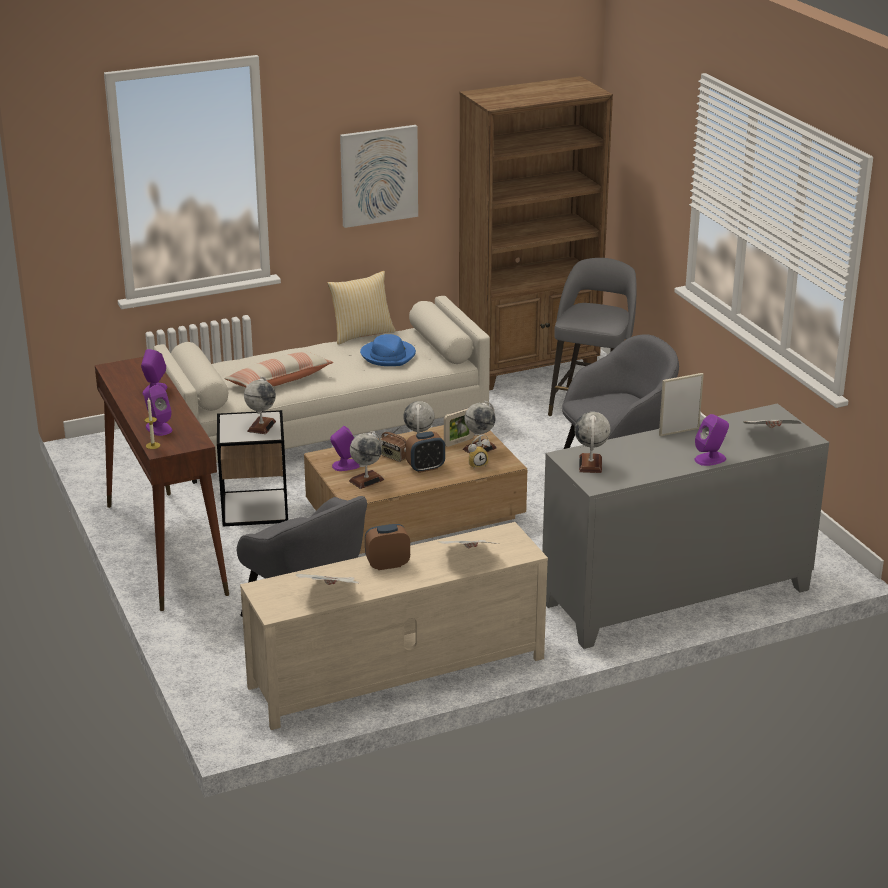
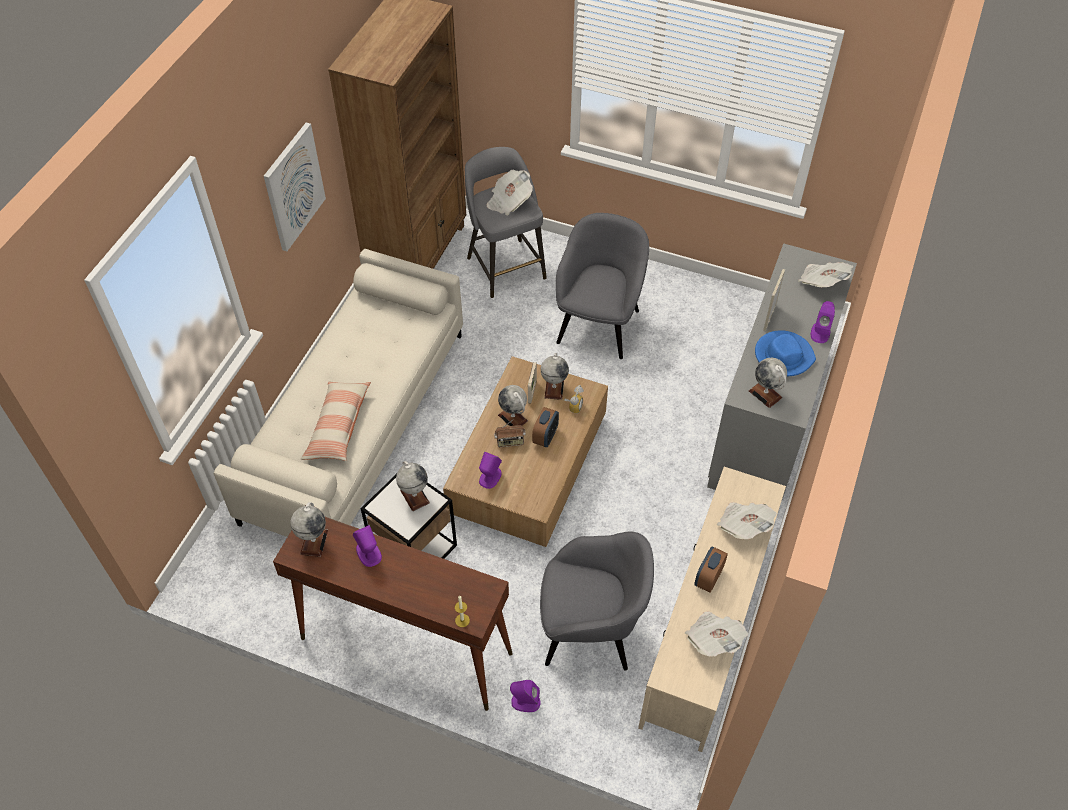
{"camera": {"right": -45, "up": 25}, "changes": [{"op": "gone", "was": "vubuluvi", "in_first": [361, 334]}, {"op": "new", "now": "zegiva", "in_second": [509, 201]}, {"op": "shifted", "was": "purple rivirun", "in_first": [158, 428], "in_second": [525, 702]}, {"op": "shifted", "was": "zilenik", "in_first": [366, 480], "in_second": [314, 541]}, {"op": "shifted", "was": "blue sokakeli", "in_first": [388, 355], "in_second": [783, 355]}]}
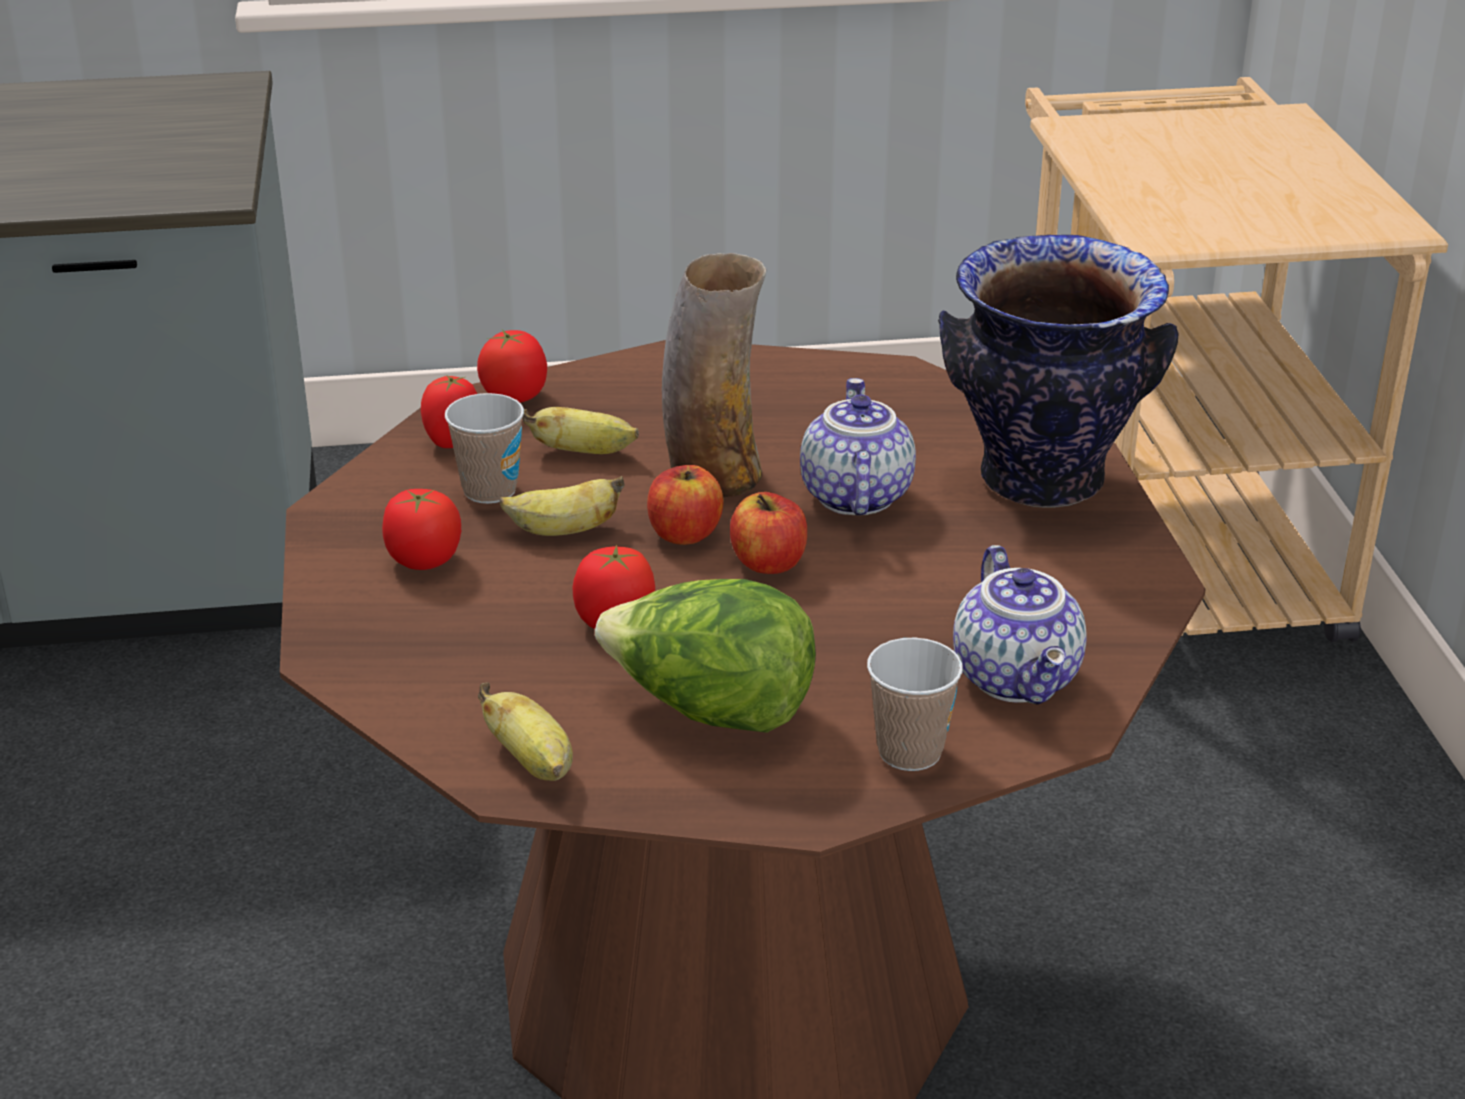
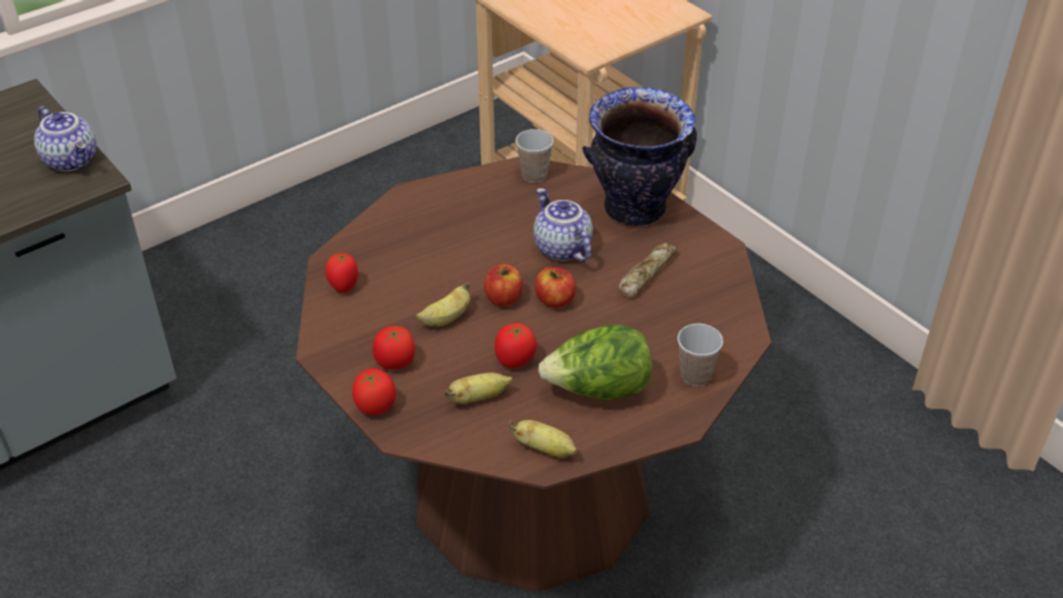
{"camera": {"right": -30, "up": 10}, "changes": [{"op": "gone", "was": "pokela", "in_first": [714, 475]}, {"op": "new", "now": "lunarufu", "in_second": [646, 274]}, {"op": "shifted", "was": "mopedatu", "in_first": [490, 490], "in_second": [534, 175]}, {"op": "shifted", "was": "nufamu", "in_first": [514, 396], "in_second": [375, 406]}, {"op": "shifted", "was": "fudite", "in_first": [584, 452], "in_second": [478, 398]}, {"op": "shifted", "was": "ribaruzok", "in_first": [1019, 678], "in_second": [72, 160]}]}
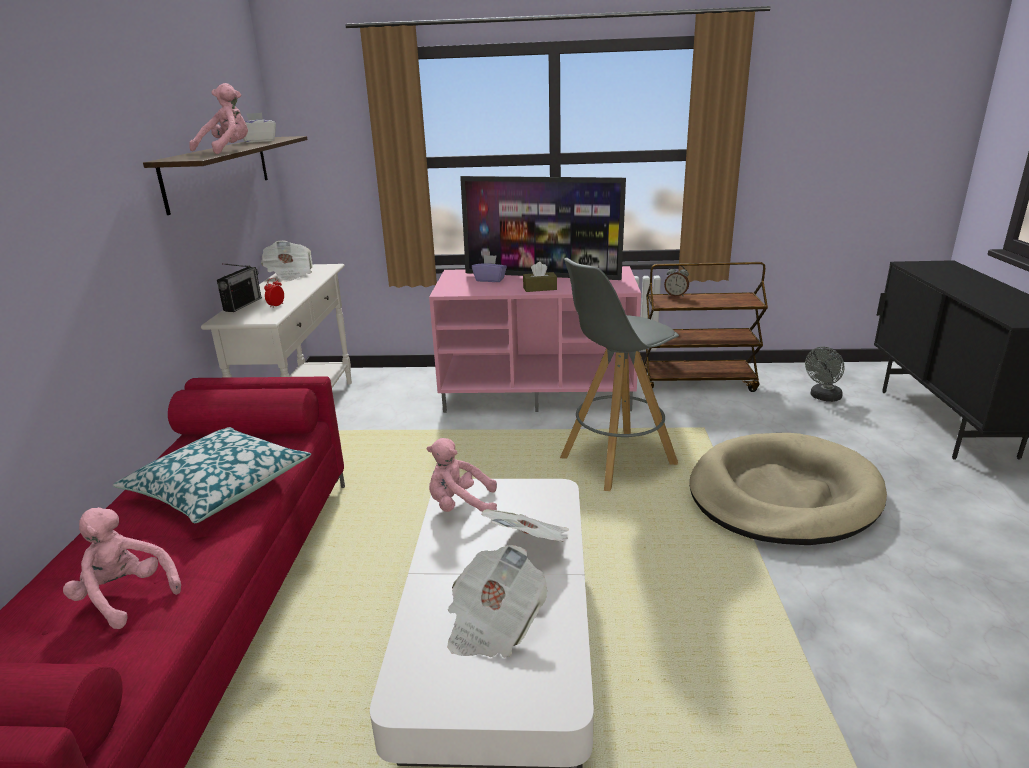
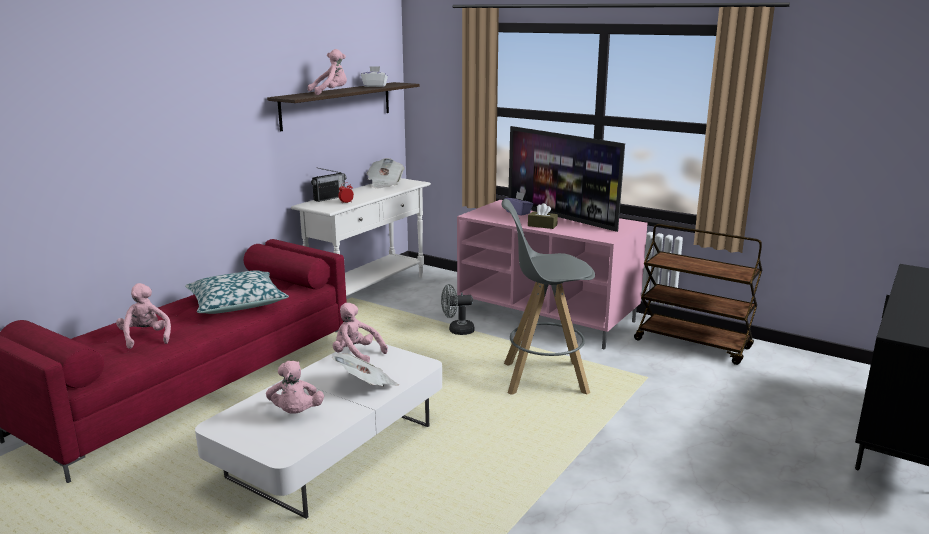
{"camera": {"right": 30, "up": -5}, "changes": [{"op": "gone", "was": "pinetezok", "in_first": [676, 295]}, {"op": "gone", "was": "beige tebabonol", "in_first": [782, 495]}, {"op": "shifted", "was": "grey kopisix", "in_first": [823, 397], "in_second": [457, 331]}, {"op": "swapped", "was": "zegiva", "now": "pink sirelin", "in_first": [493, 624], "in_second": [296, 413]}]}
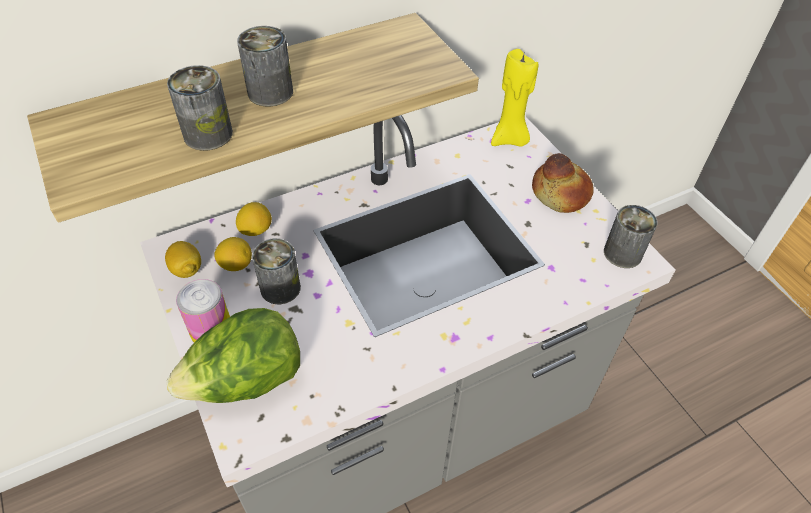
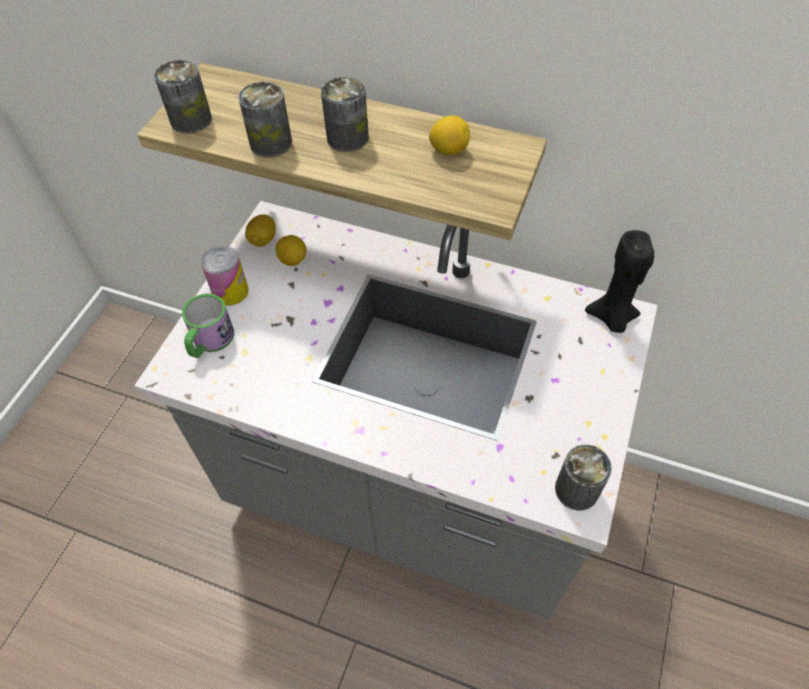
{"camera": {"right": 50, "up": 5}, "changes": [{"op": "gone", "was": "lunarufu", "in_first": [561, 193]}, {"op": "shifted", "was": "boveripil", "in_first": [256, 230], "in_second": [449, 150]}, {"op": "shifted", "was": "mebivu", "in_first": [280, 288], "in_second": [191, 120]}, {"op": "swapped", "was": "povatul", "now": "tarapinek", "in_first": [246, 381], "in_second": [209, 341]}, {"op": "repainted", "was": "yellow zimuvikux", "now": "black zimuvikux", "in_first": [509, 139], "in_second": [611, 318]}]}
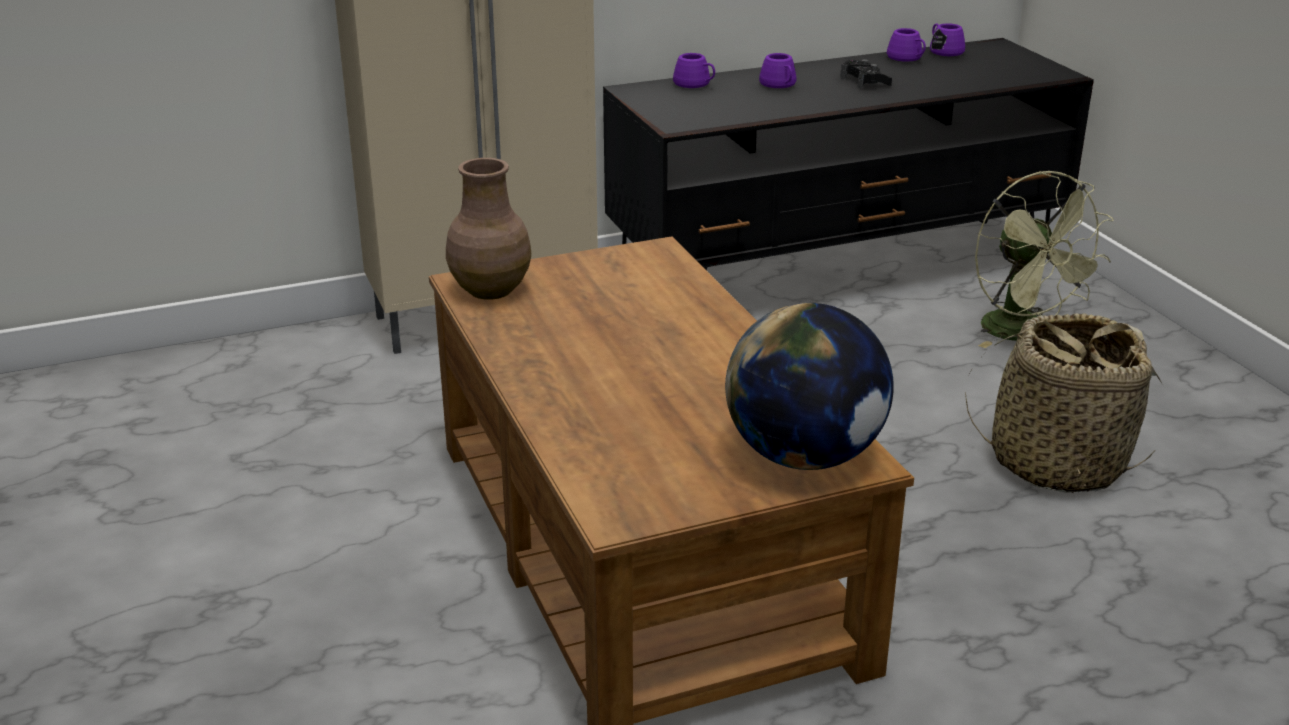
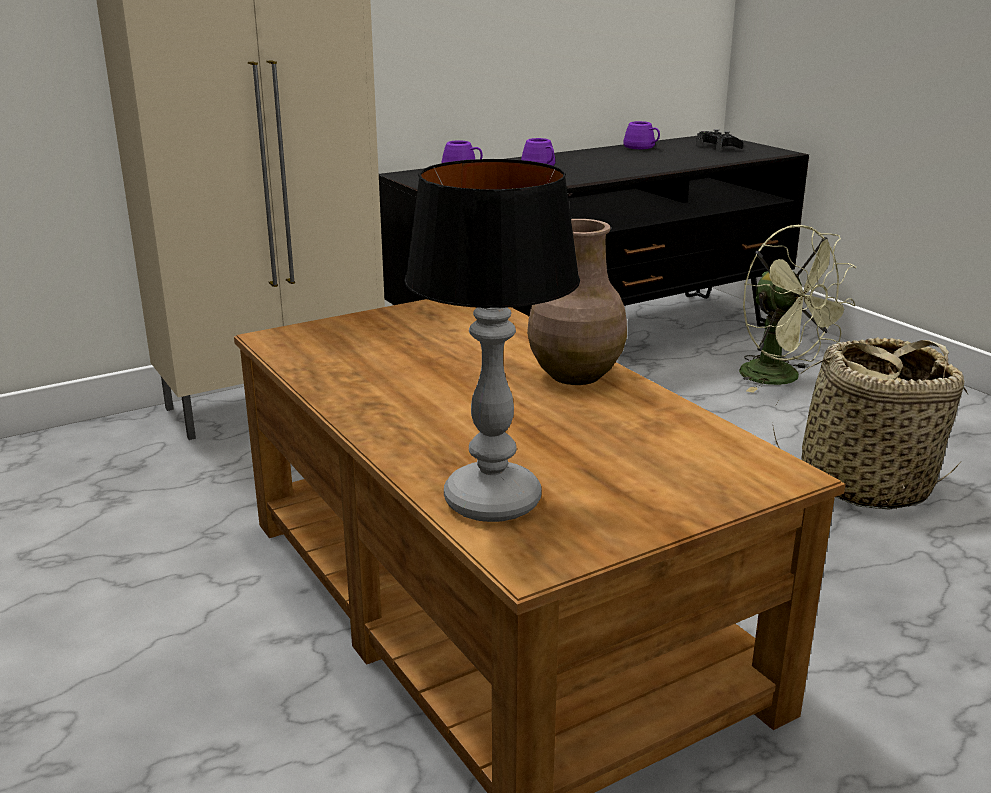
{"camera": {"right": -10, "up": -5}, "changes": [{"op": "gone", "was": "zilenik", "in_first": [804, 456]}, {"op": "gone", "was": "purple tarapinek", "in_first": [944, 51]}, {"op": "new", "now": "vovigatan", "in_second": [494, 502]}, {"op": "shifted", "was": "brown pokela", "in_first": [489, 290], "in_second": [574, 375]}, {"op": "shifted", "was": "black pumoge", "in_first": [865, 81], "in_second": [718, 147]}]}
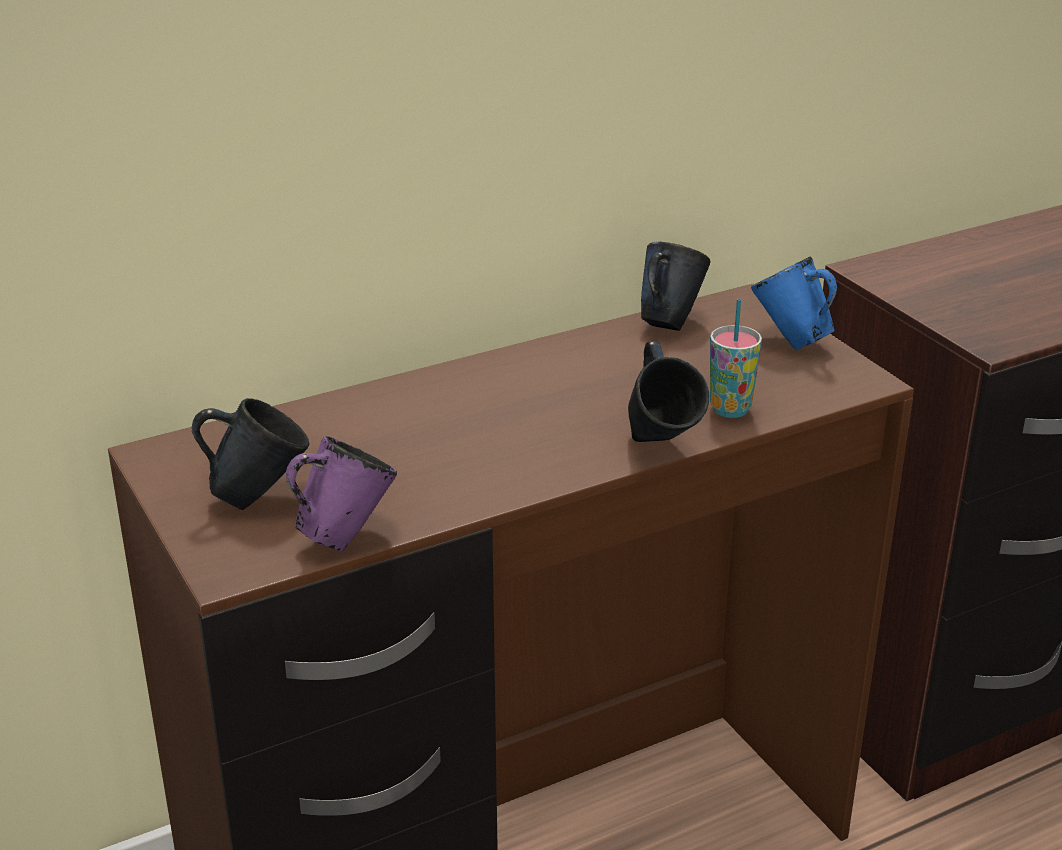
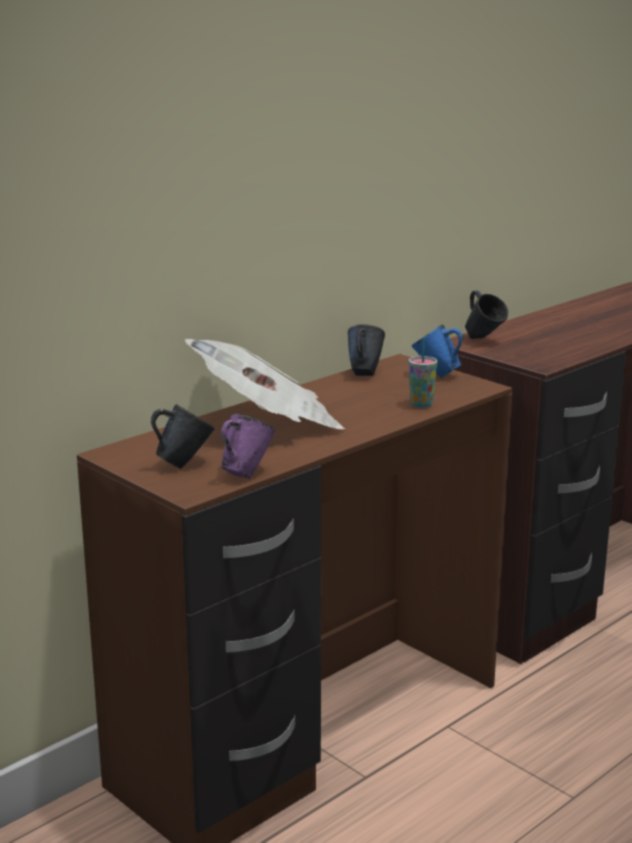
{"camera": {"right": -15, "up": -10}, "changes": [{"op": "new", "now": "zegiva", "in_second": [268, 423]}, {"op": "shifted", "was": "blue tarapinek", "in_first": [660, 448], "in_second": [483, 340]}]}
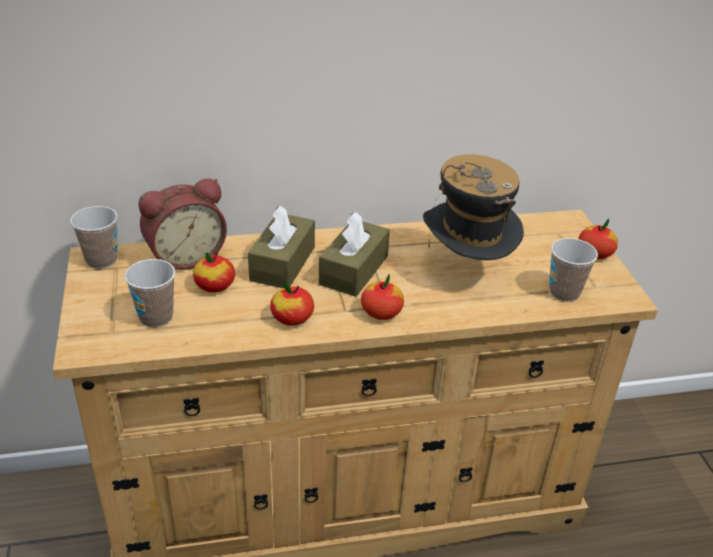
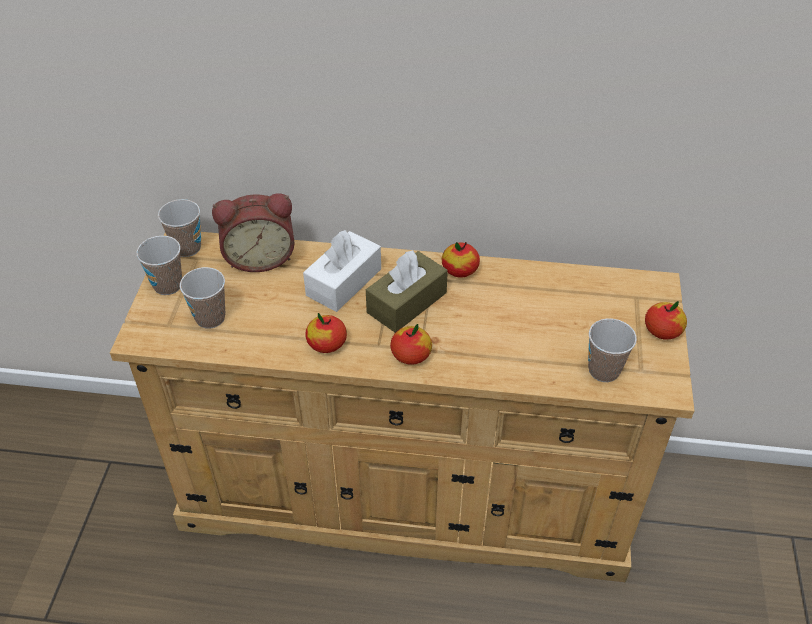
{"camera": {"right": 20, "up": 10}, "changes": [{"op": "gone", "was": "sokakeli", "in_first": [465, 271]}, {"op": "new", "now": "mopedatu", "in_second": [168, 285]}, {"op": "shifted", "was": "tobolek", "in_first": [214, 286], "in_second": [460, 270]}, {"op": "repainted", "was": "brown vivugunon", "now": "white vivugunon", "in_first": [282, 263], "in_second": [344, 282]}]}
